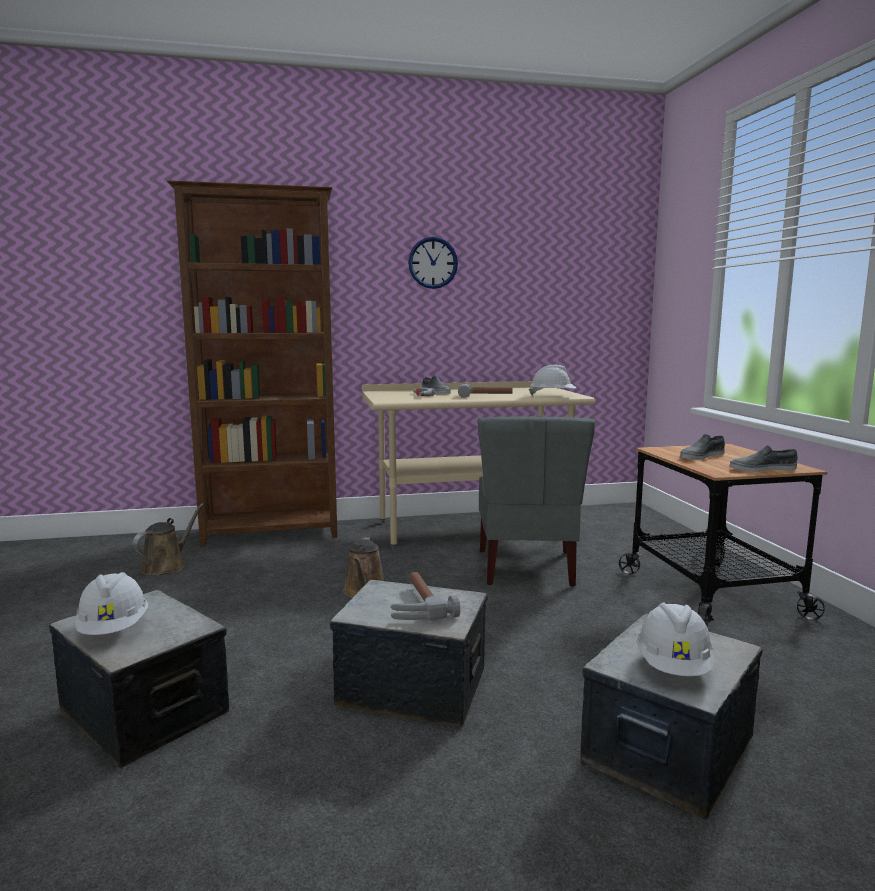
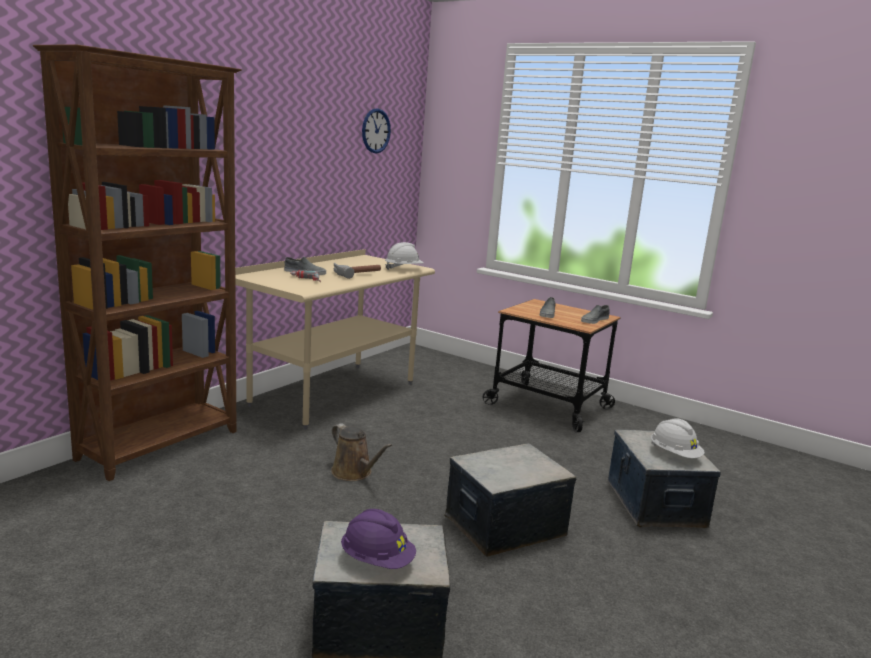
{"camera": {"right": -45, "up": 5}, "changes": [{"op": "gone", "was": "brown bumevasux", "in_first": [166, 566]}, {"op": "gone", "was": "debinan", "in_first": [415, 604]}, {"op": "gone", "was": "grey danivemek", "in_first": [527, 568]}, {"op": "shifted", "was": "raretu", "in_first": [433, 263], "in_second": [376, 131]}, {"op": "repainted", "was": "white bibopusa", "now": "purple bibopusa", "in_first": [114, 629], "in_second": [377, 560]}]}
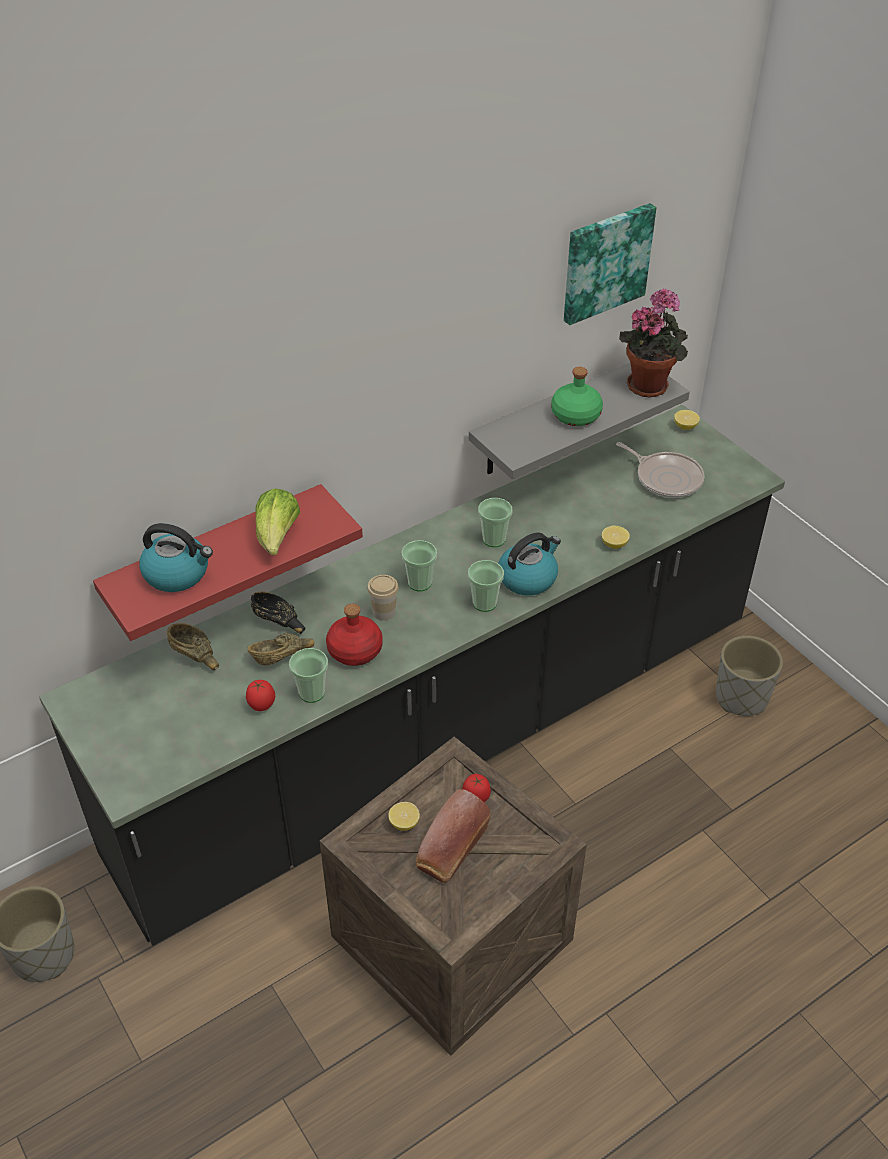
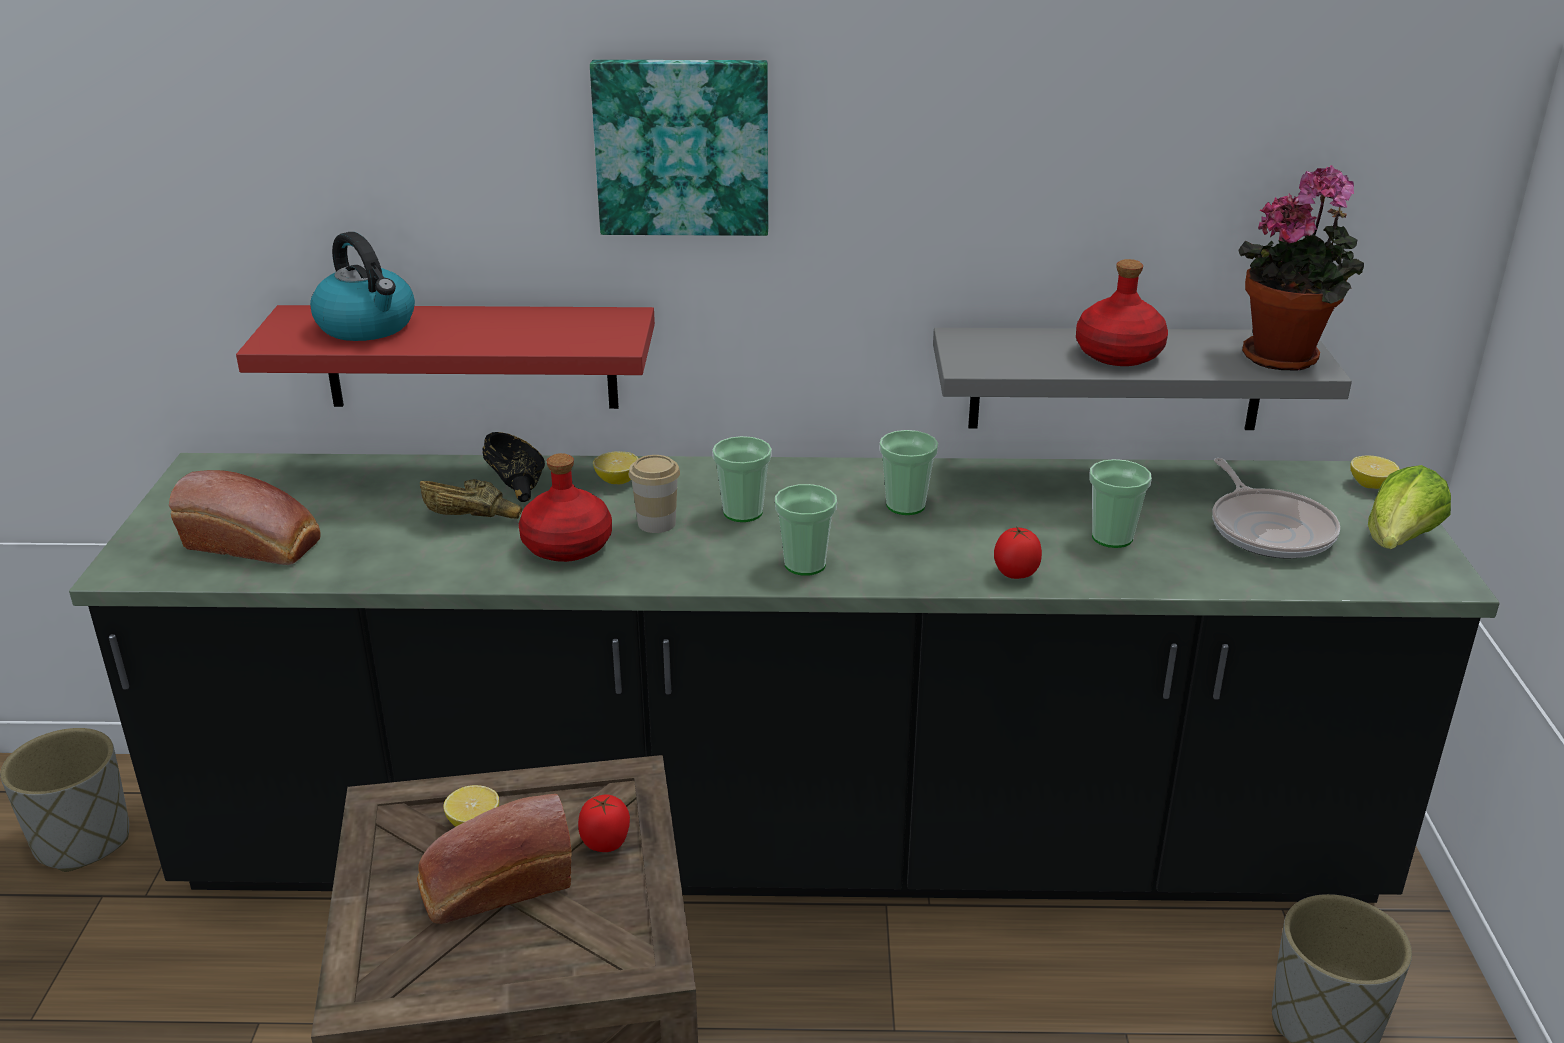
{"camera": {"right": 35, "up": -15}, "changes": [{"op": "gone", "was": "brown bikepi", "in_first": [198, 655]}, {"op": "gone", "was": "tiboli", "in_first": [528, 578]}, {"op": "new", "now": "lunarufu", "in_second": [256, 545]}, {"op": "shifted", "was": "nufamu", "in_first": [261, 705], "in_second": [1015, 575]}, {"op": "shifted", "was": "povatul", "in_first": [277, 538], "in_second": [1398, 543]}, {"op": "shifted", "was": "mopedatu", "in_first": [312, 693], "in_second": [1112, 537]}, {"op": "shifted", "was": "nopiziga", "in_first": [605, 262], "in_second": [682, 147]}, {"op": "shifted", "was": "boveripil", "in_first": [614, 544], "in_second": [617, 481]}, {"op": "repainted", "was": "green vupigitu", "now": "red vupigitu", "in_first": [575, 415], "in_second": [1117, 354]}]}
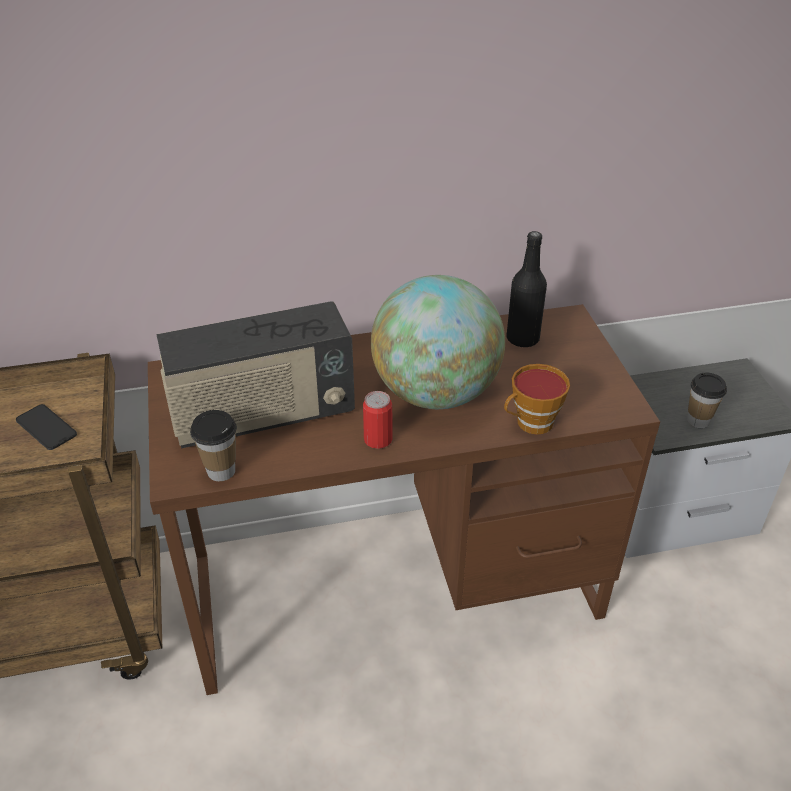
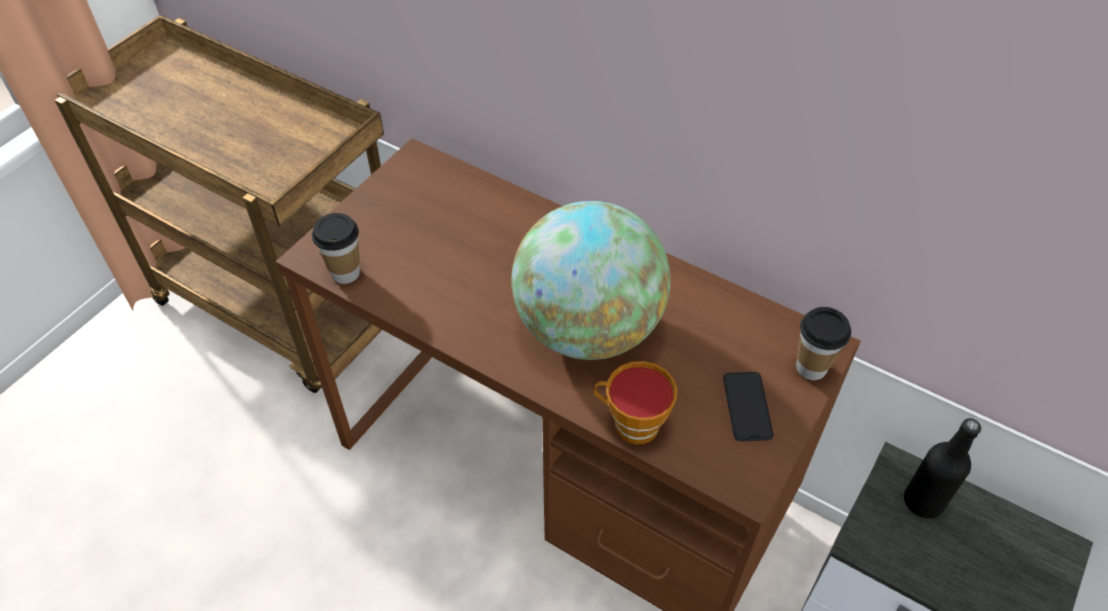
{"camera": {"right": 45, "up": 10}, "changes": [{"op": "gone", "was": "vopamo", "in_first": [263, 416]}, {"op": "gone", "was": "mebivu", "in_first": [378, 439]}, {"op": "shifted", "was": "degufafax", "in_first": [46, 427], "in_second": [747, 406]}, {"op": "shifted", "was": "black vupigitu", "in_first": [522, 339], "in_second": [923, 502]}, {"op": "shifted", "was": "mopedatu", "in_first": [698, 421], "in_second": [811, 367]}]}
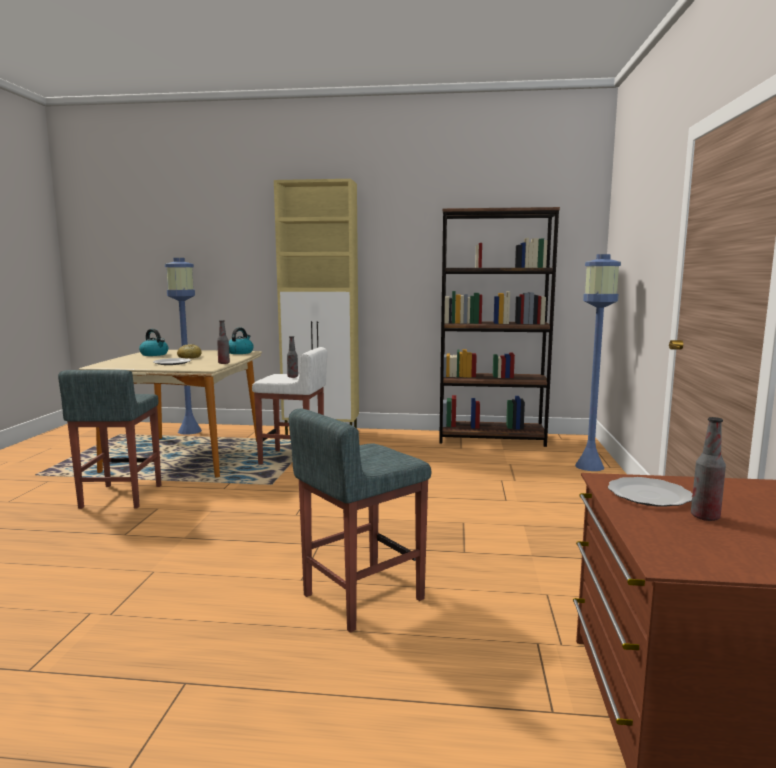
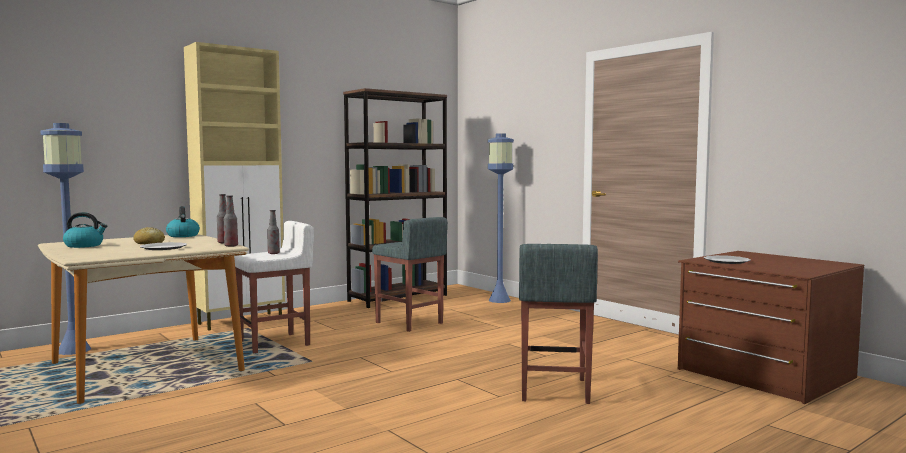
{"camera": {"right": -45, "up": -5}, "changes": [{"op": "shifted", "was": "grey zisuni", "in_first": [120, 497], "in_second": [409, 323]}, {"op": "shifted", "was": "vupigitu", "in_first": [705, 517], "in_second": [231, 246]}]}
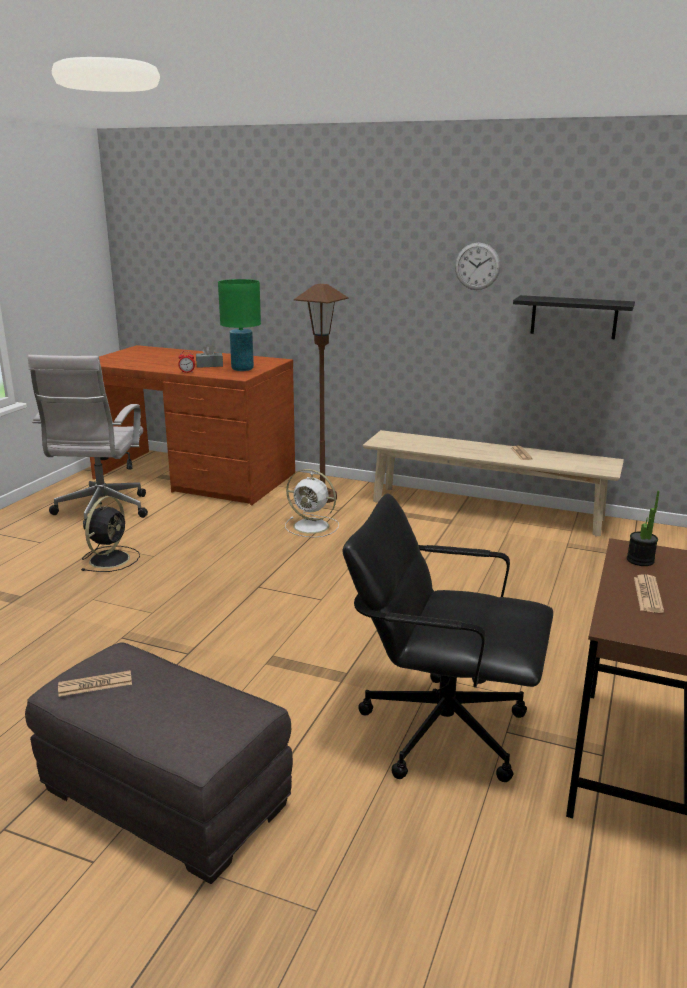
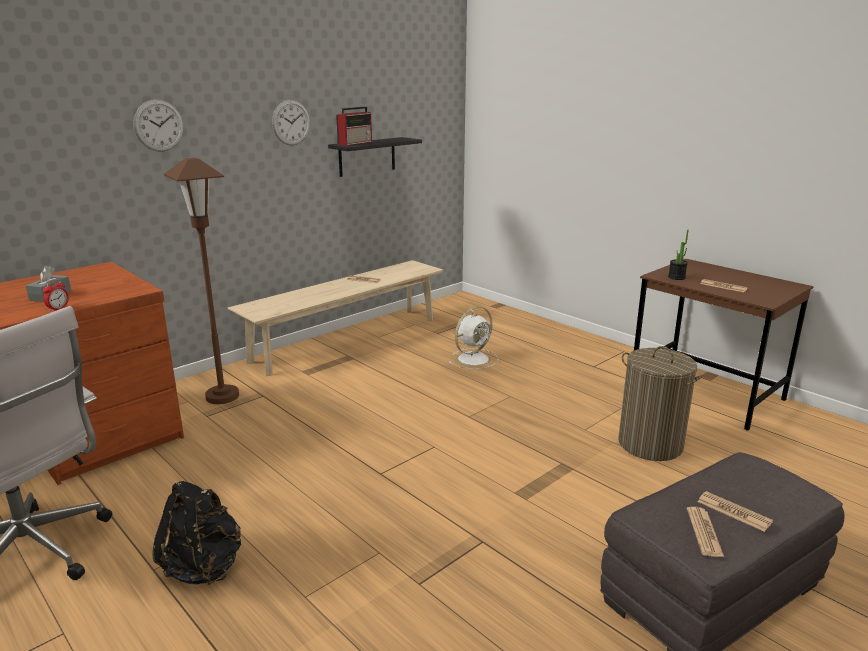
{"camera": {"right": -65, "up": 0}, "changes": [{"op": "gone", "was": "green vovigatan", "in_first": [242, 369]}, {"op": "new", "now": "raretu", "in_second": [159, 125]}, {"op": "new", "now": "vopamo", "in_second": [355, 143]}, {"op": "new", "now": "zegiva", "in_second": [734, 512]}, {"op": "shifted", "was": "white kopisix", "in_first": [313, 526], "in_second": [474, 359]}, {"op": "swapped", "was": "black kopisix", "now": "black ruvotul", "in_first": [110, 558], "in_second": [204, 566]}, {"op": "swapped", "was": "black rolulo", "now": "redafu", "in_first": [442, 729], "in_second": [650, 444]}]}
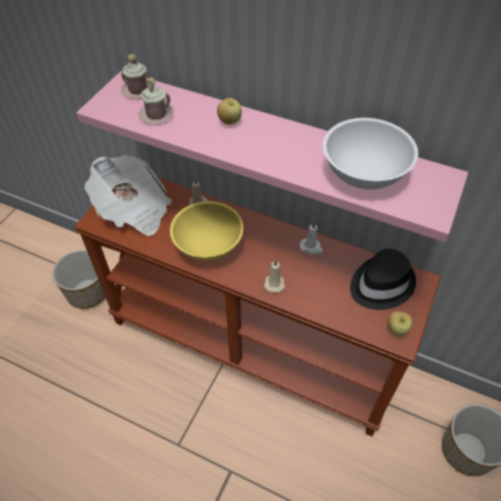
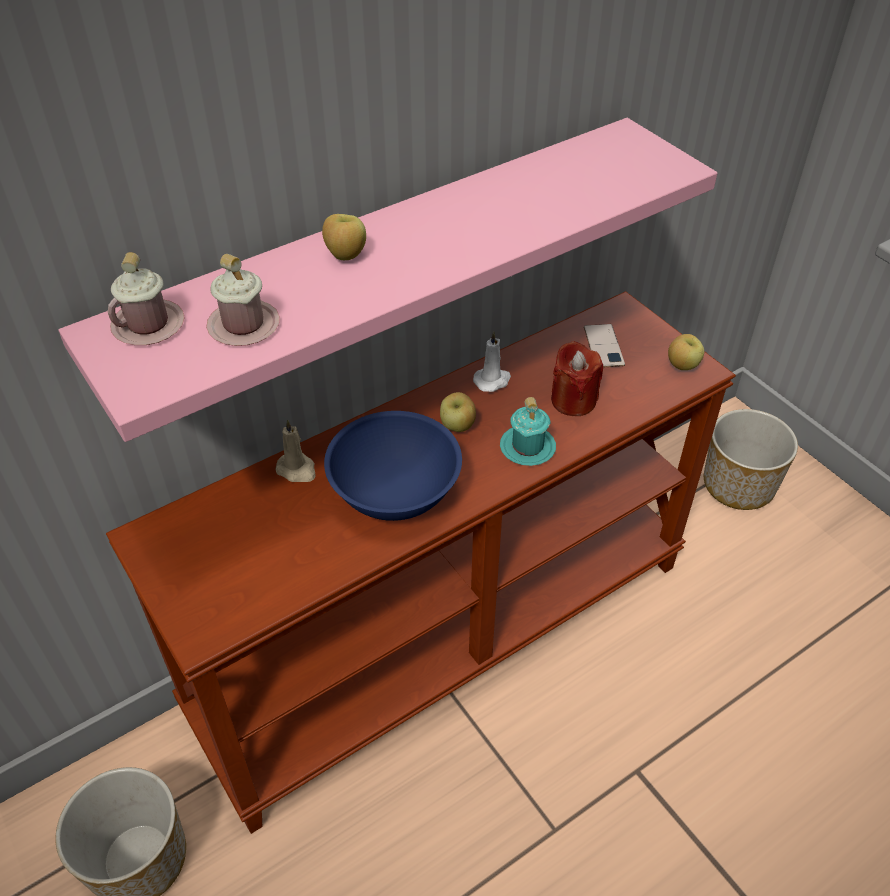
{"camera": {"right": -60, "up": -5}, "changes": [{"op": "gone", "was": "zegiva", "in_first": [133, 210]}, {"op": "gone", "was": "white bikepi", "in_first": [364, 172]}, {"op": "new", "now": "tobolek", "in_second": [458, 426]}, {"op": "new", "now": "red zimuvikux", "in_second": [573, 400]}, {"op": "swapped", "was": "beige zimuvikux", "now": "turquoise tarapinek", "in_first": [274, 283], "in_second": [527, 447]}, {"op": "swapped", "was": "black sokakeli", "now": "degufafax", "in_first": [380, 284], "in_second": [603, 346]}, {"op": "repainted", "was": "yellow bikepi", "now": "blue bikepi", "in_first": [208, 244], "in_second": [394, 491]}]}
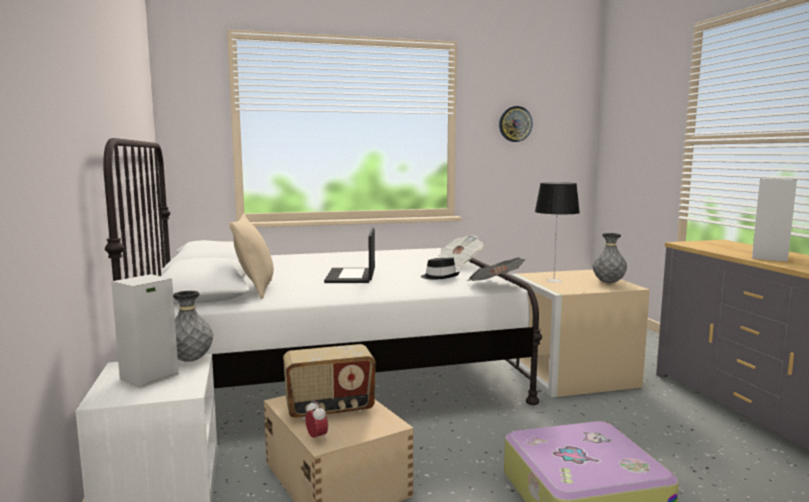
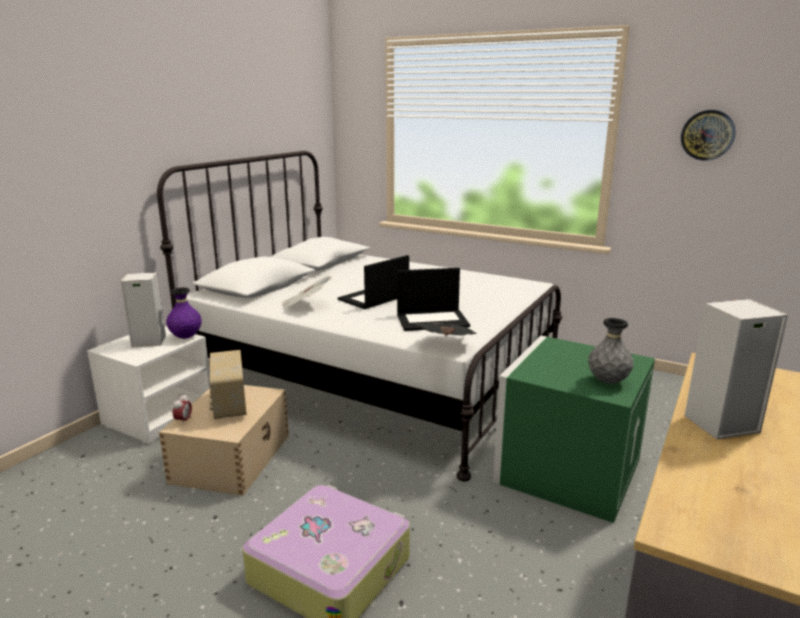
{"camera": {"right": 45, "up": 10}, "changes": [{"op": "gone", "was": "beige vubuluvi", "in_first": [255, 289]}, {"op": "gone", "was": "vovigatan", "in_first": [553, 280]}, {"op": "shifted", "was": "zegiva", "in_first": [457, 265], "in_second": [305, 306]}, {"op": "swapped", "was": "black sokakeli", "now": "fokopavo", "in_first": [440, 277], "in_second": [433, 320]}, {"op": "repainted", "was": "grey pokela", "now": "purple pokela", "in_first": [190, 360], "in_second": [186, 337]}, {"op": "repainted", "was": "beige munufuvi", "now": "green munufuvi", "in_first": [569, 373], "in_second": [566, 469]}, {"op": "rotated", "was": "vopamo", "in_first": [330, 409], "in_second": [229, 405], "clockwise": 45}]}
